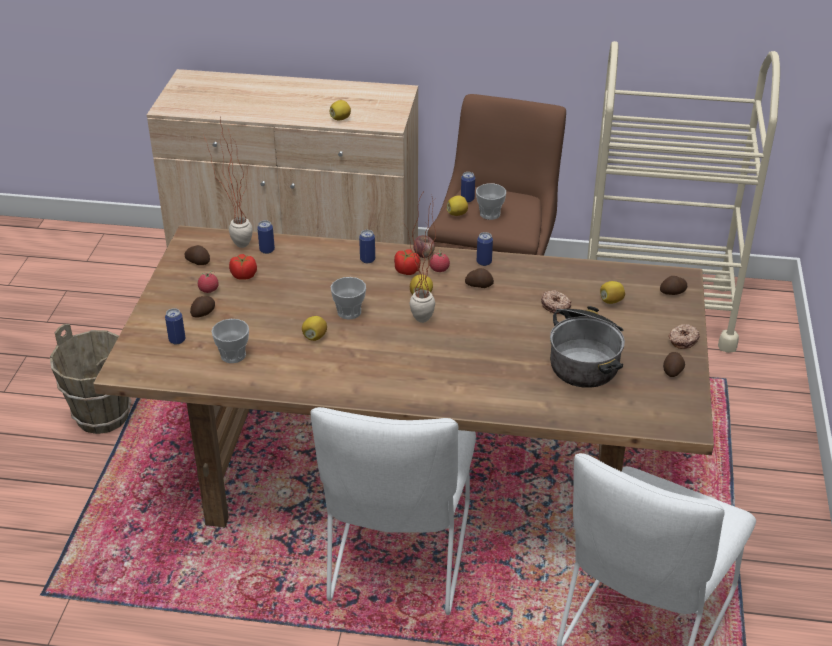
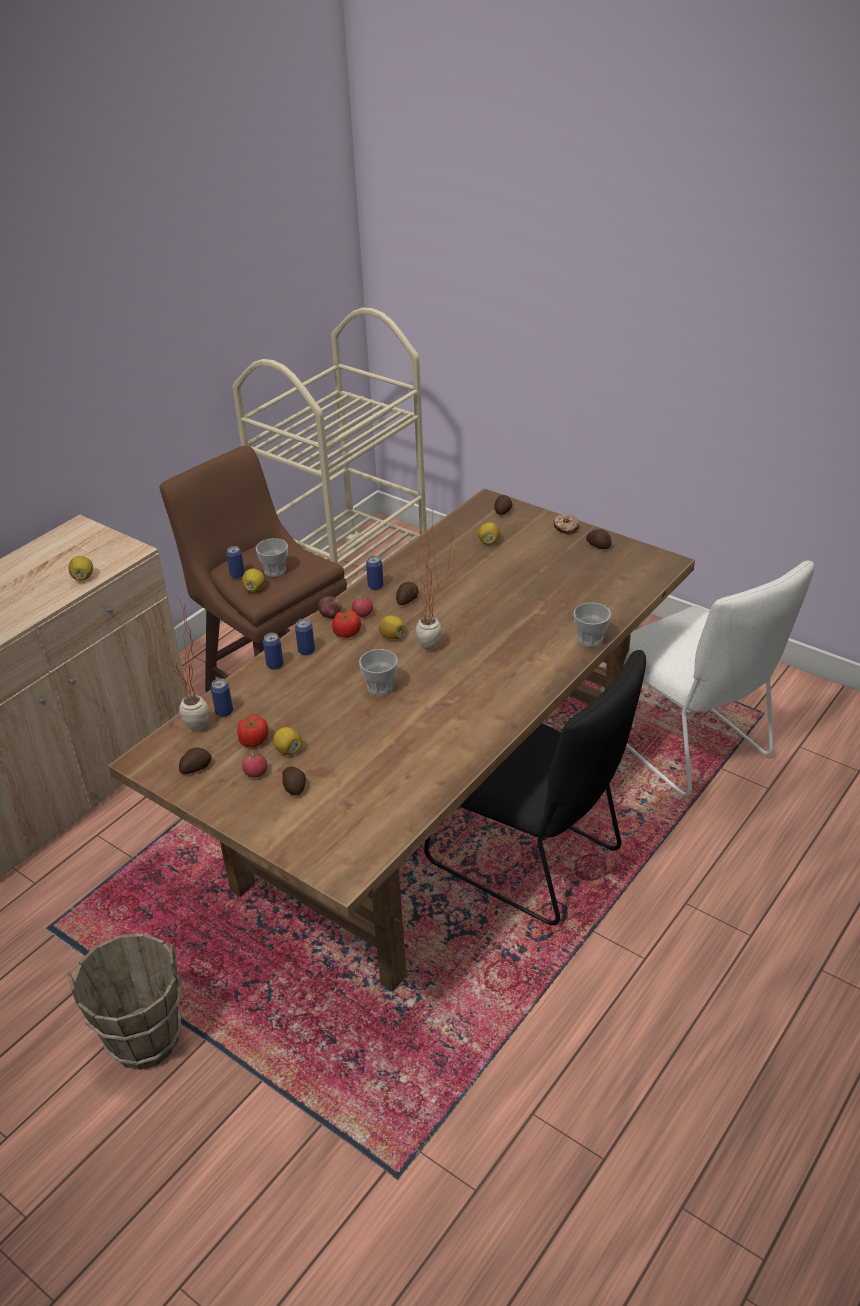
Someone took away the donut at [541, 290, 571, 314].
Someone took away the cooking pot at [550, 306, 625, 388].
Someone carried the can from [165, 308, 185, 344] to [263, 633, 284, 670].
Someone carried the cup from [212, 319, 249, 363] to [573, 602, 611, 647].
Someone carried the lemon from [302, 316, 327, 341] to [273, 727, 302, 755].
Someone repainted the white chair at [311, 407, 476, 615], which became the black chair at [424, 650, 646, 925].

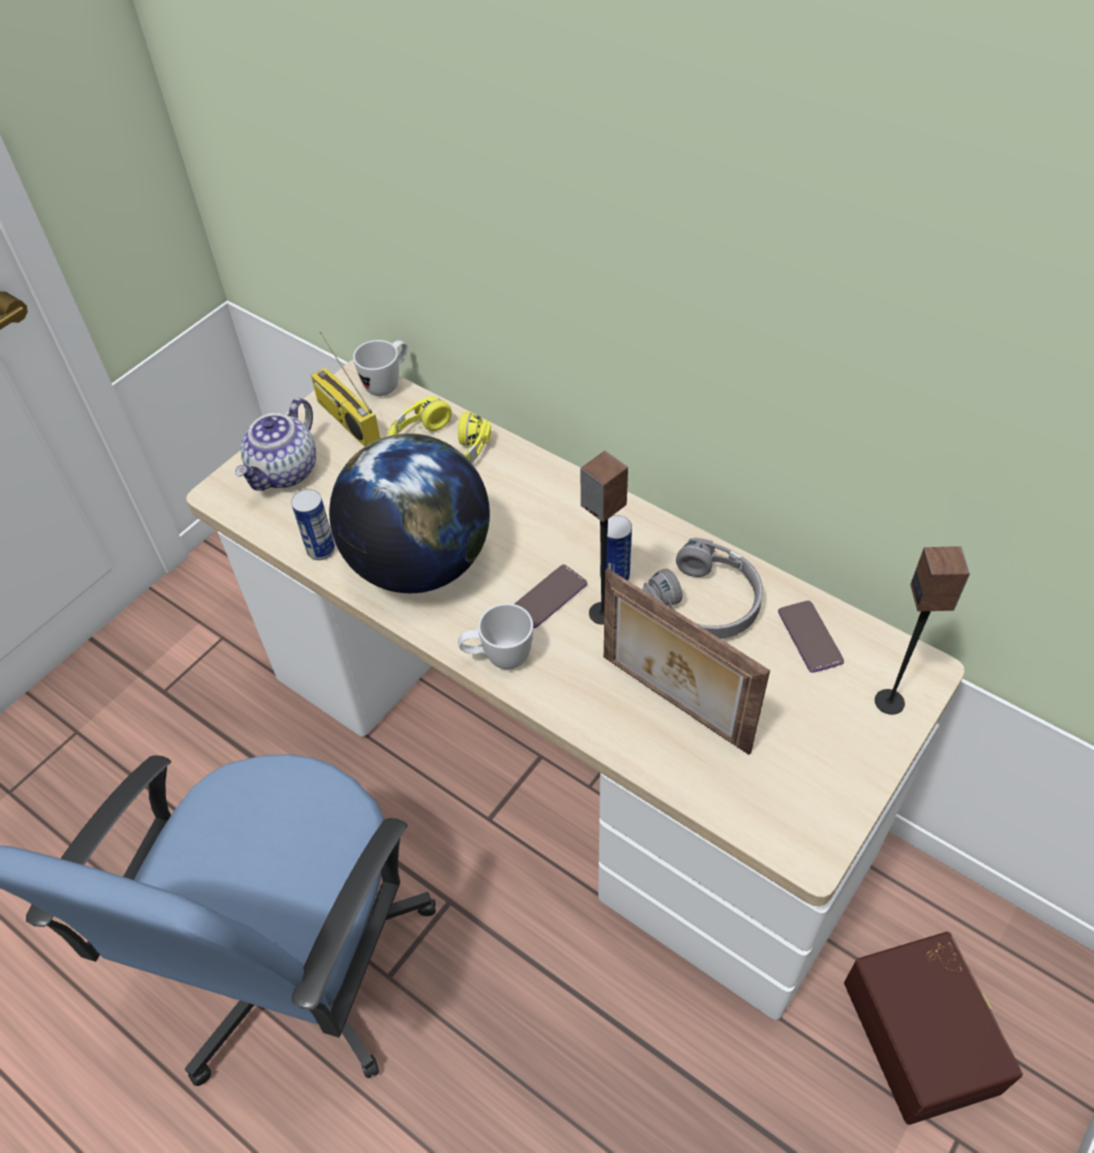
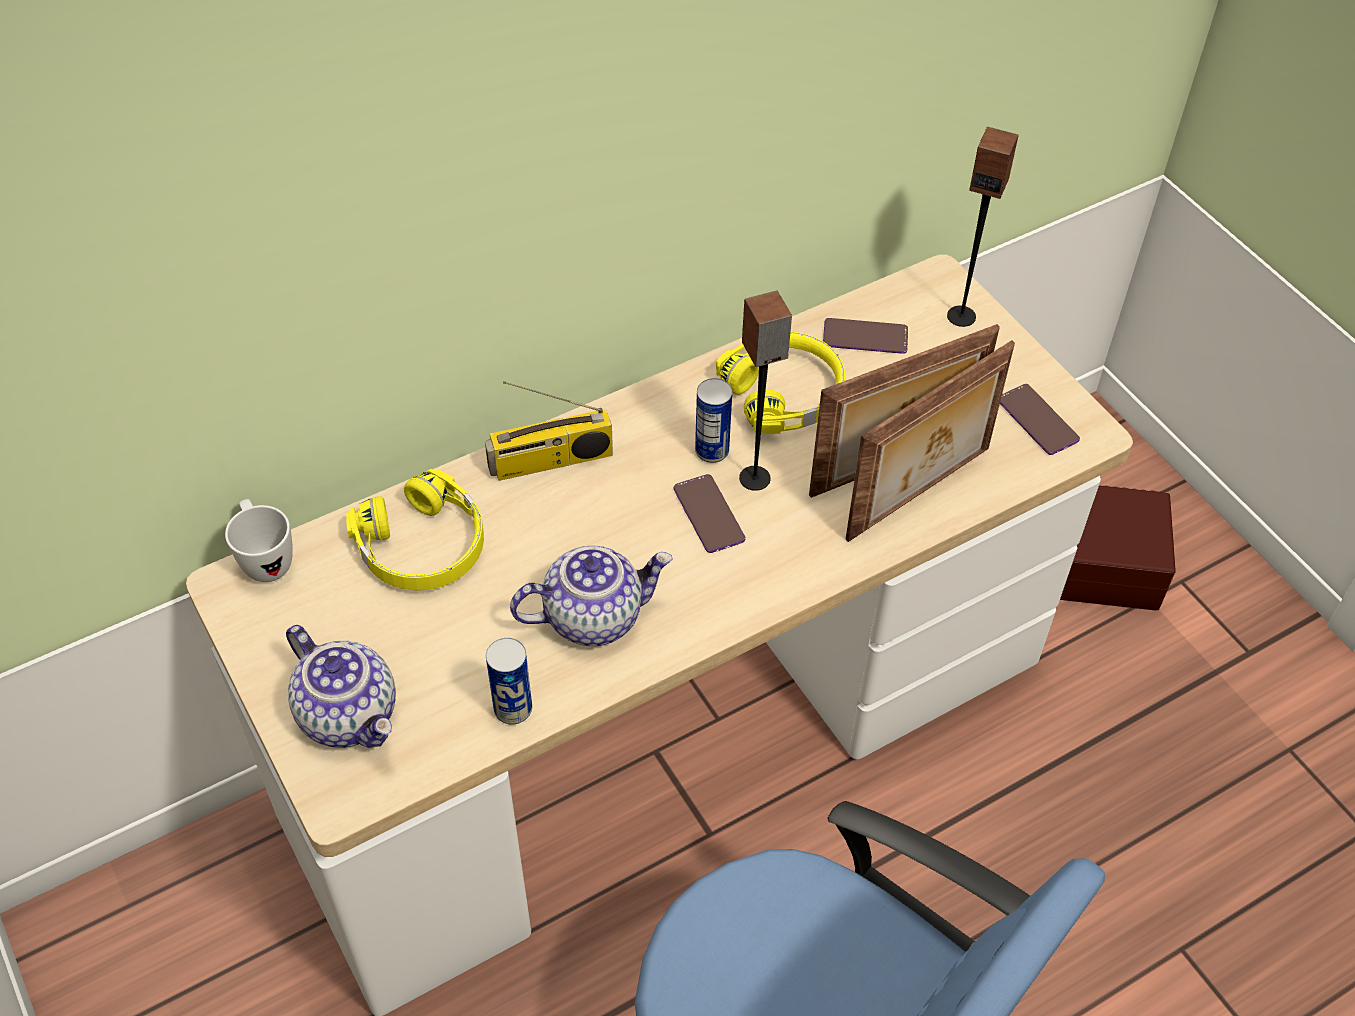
Someone took away the white mug at [458, 603, 533, 669].
Someone put down the picture frame at [845, 340, 1015, 542].
Someone put down the phone at [1000, 384, 1080, 455].
Someone carried the radio from [311, 332, 381, 447] to [485, 381, 613, 481].
Someone swapped the globe at [329, 433, 490, 593] for the teapot at [510, 546, 673, 646].
Someone repainted the grey headphones at [642, 538, 763, 639], which became the yellow headphones at [716, 332, 845, 434].

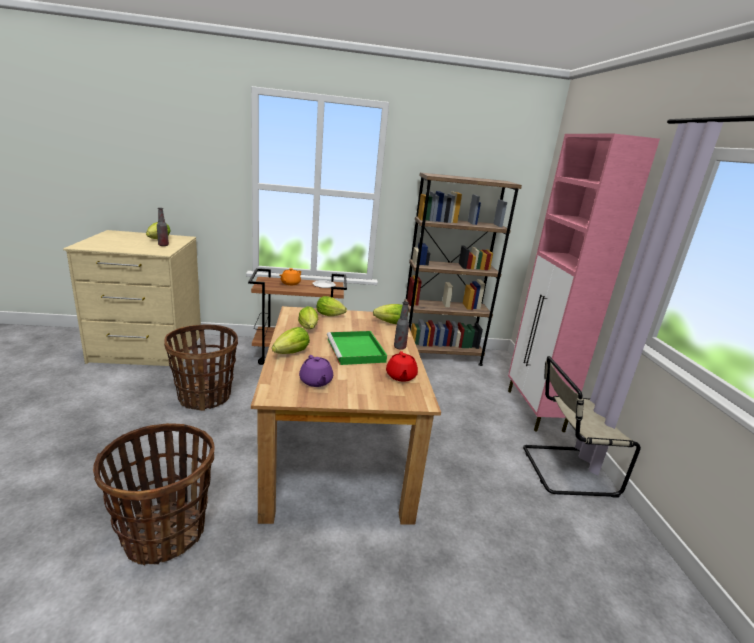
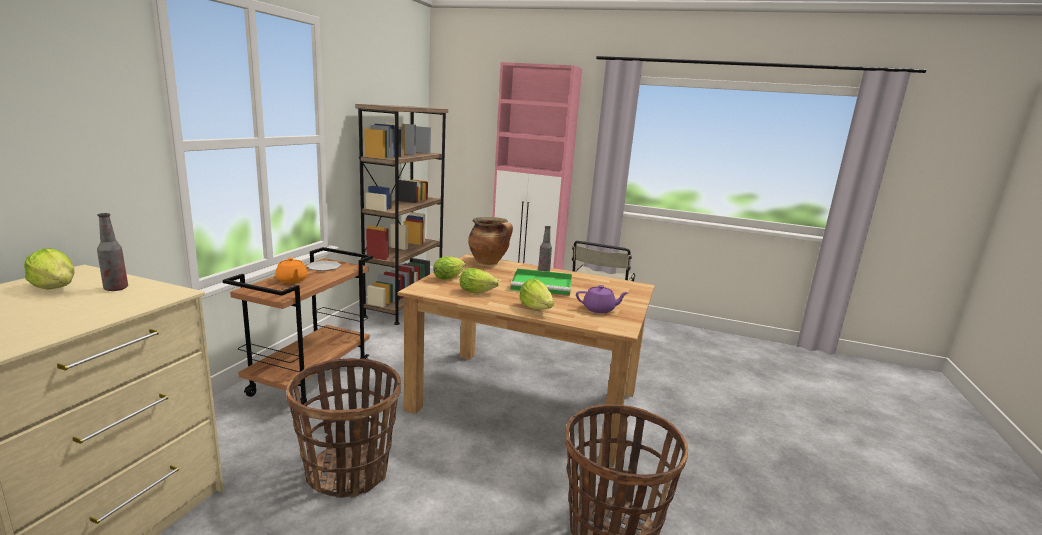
Someone took away the red teapot at [386, 351, 418, 382].
Someone swapped the lettuce at [373, 304, 403, 324] for the cooking pot at [468, 217, 513, 265].

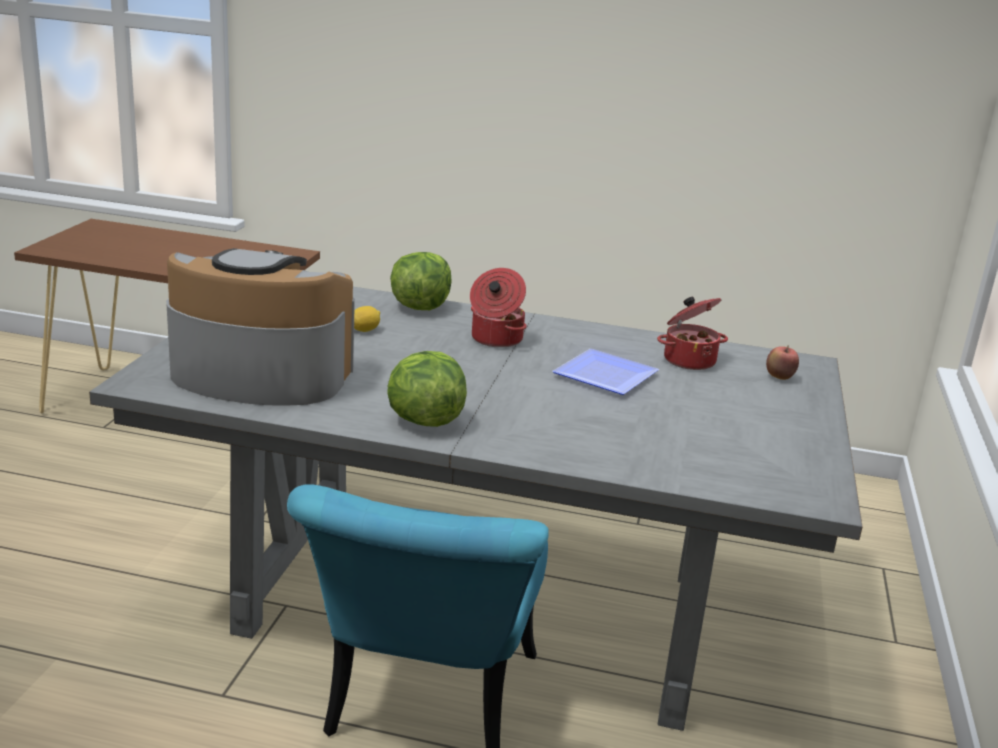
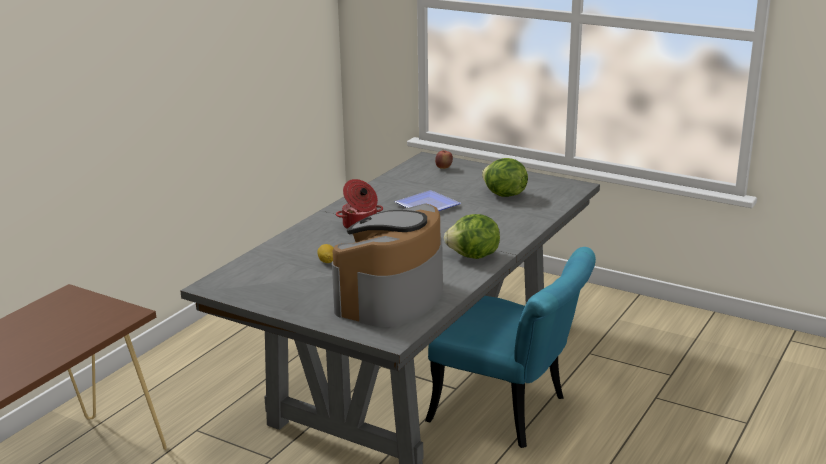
Someone took away the cooking pot at [657, 297, 728, 370].
Someone carried the lettuce from [390, 252, 451, 310] to [482, 158, 528, 197].

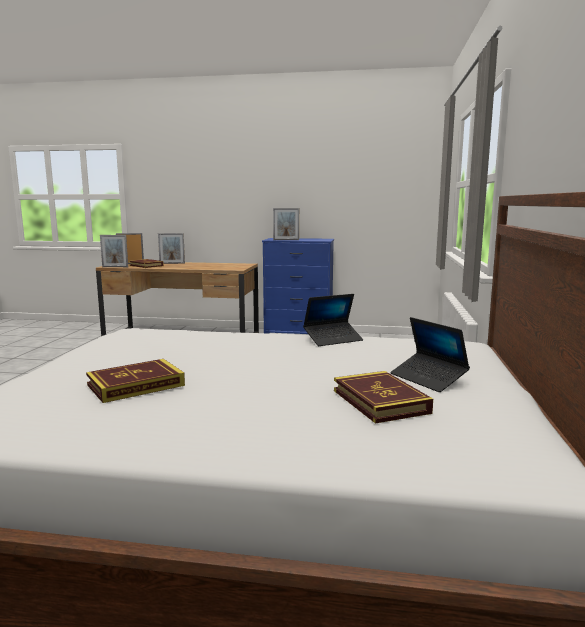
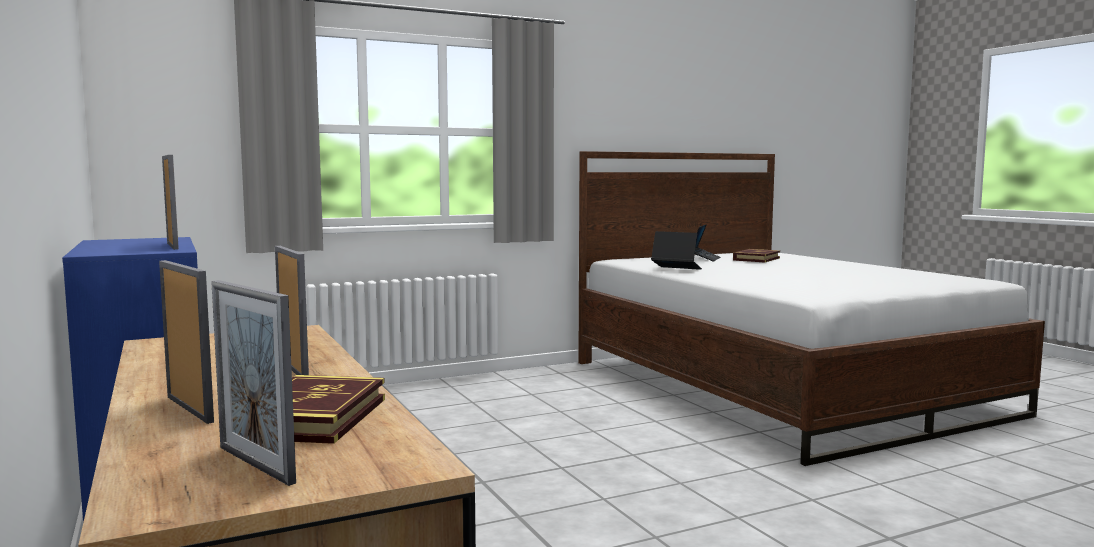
Someone took away the book at [86, 359, 185, 403].
Someone carried the picture frame from [100, 235, 128, 267] to [275, 246, 309, 375].

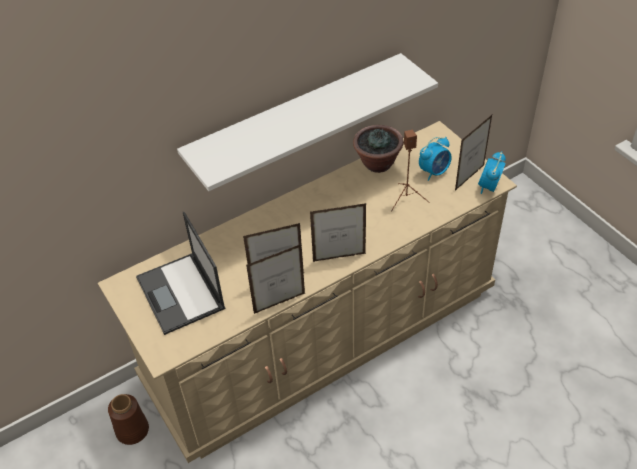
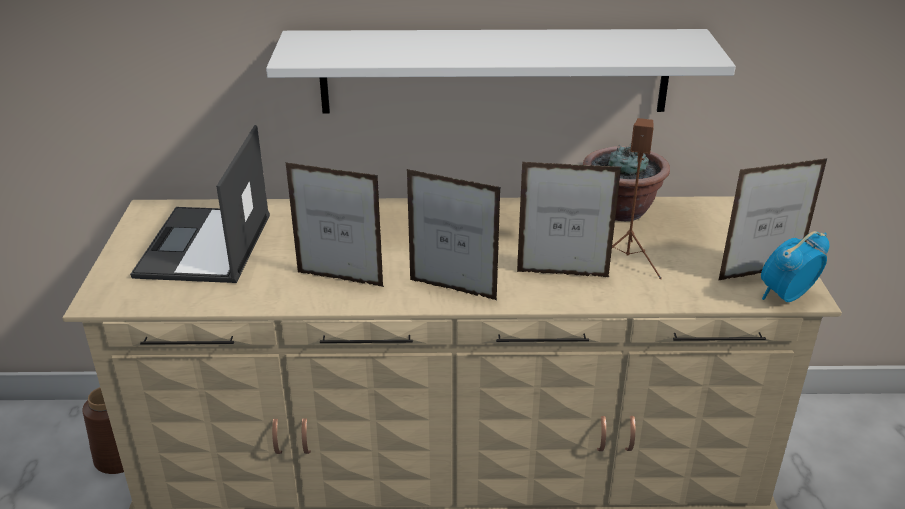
Someone took away the alarm clock at [419, 137, 452, 181].
Someone carried the picture frame from [246, 244, 305, 314] to [517, 162, 622, 277].

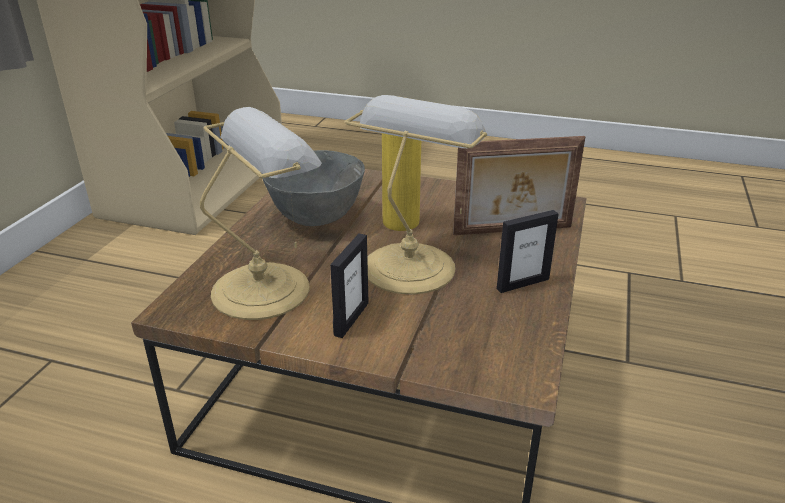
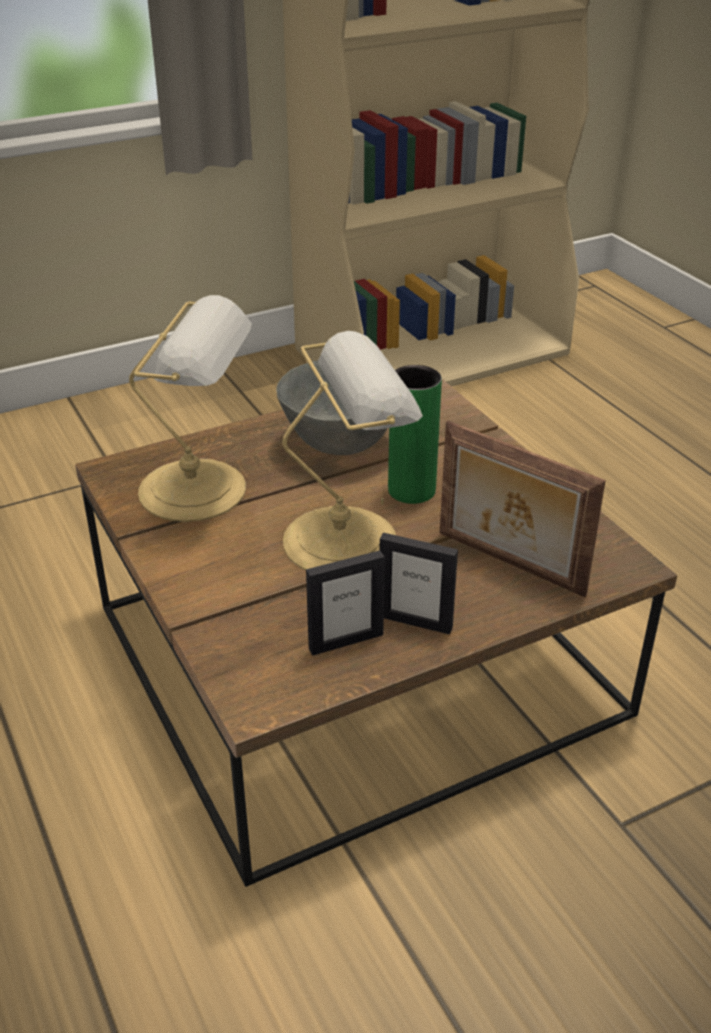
Someone carried the picture frame from [330, 233, 369, 338] to [306, 550, 385, 656].
Someone repainted the yellow vase at [382, 133, 421, 231], which became the green vase at [388, 365, 442, 504].

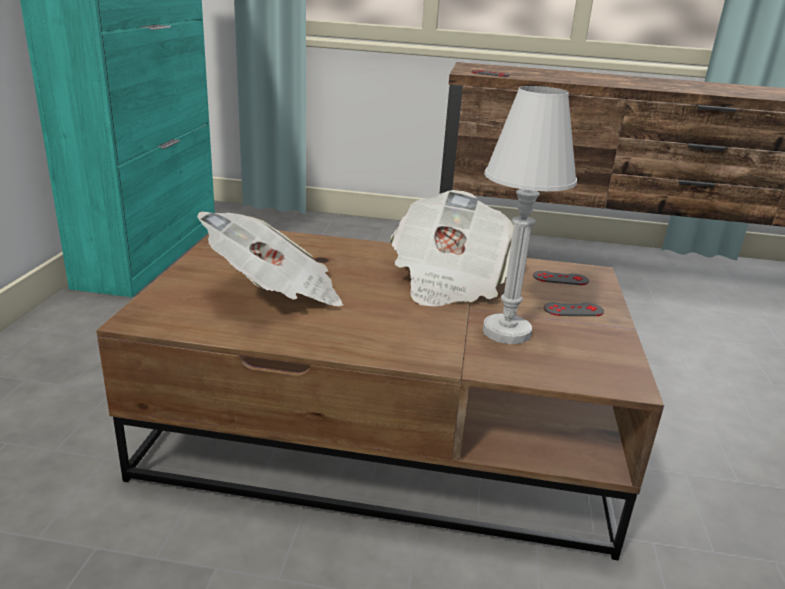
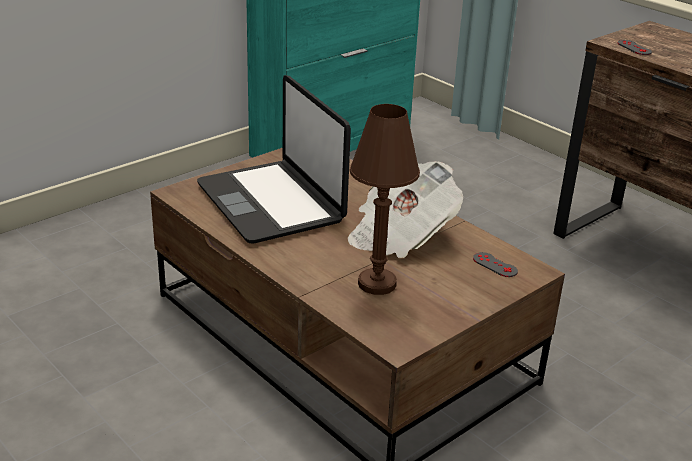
Someone took away the grey game controller at [544, 302, 604, 316].
Someone swapped the newspaper at [197, 212, 343, 306] for the laptop at [197, 75, 351, 244].
Someone repainted the white table lamp at [483, 86, 577, 344], which became the brown table lamp at [350, 104, 420, 295].

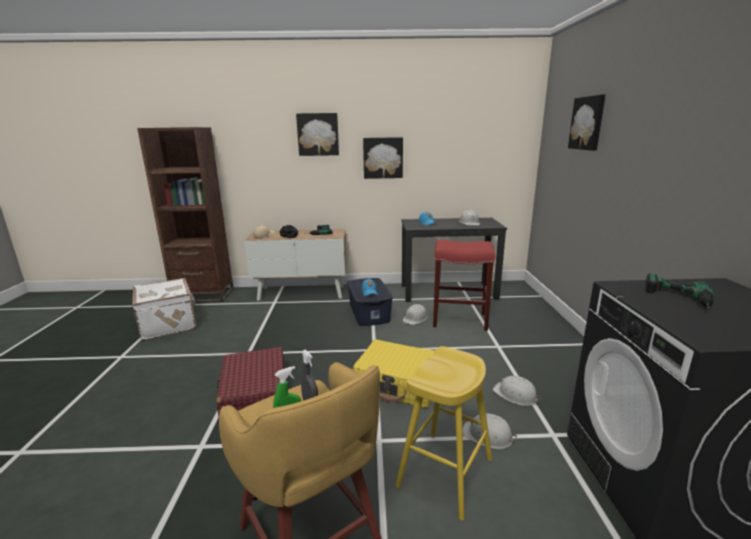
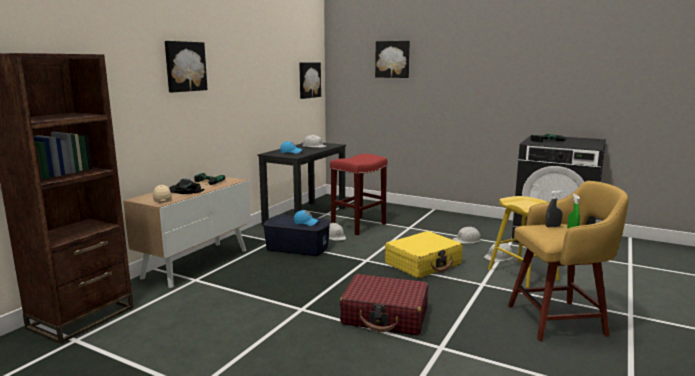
Someone took away the white suitcase at [132, 278, 196, 340].
Someone carried the picture from [363, 137, 403, 179] to [299, 63, 321, 99].

